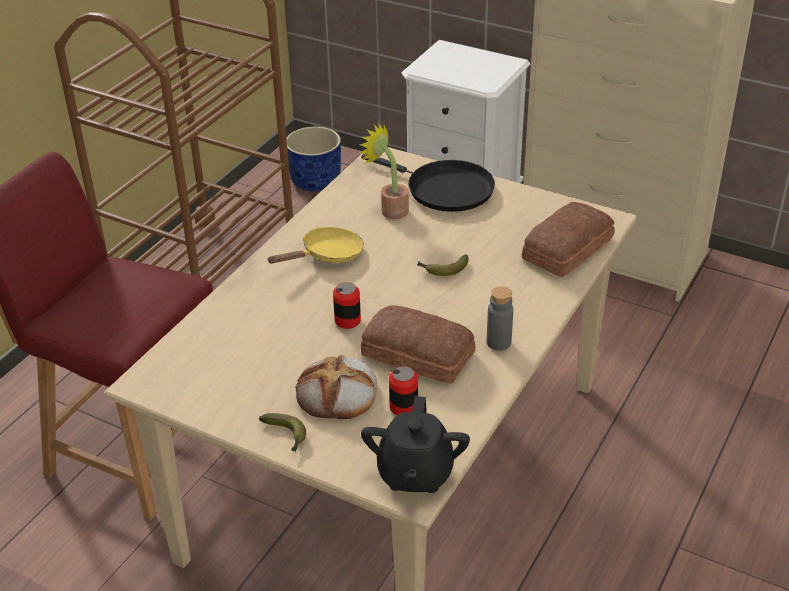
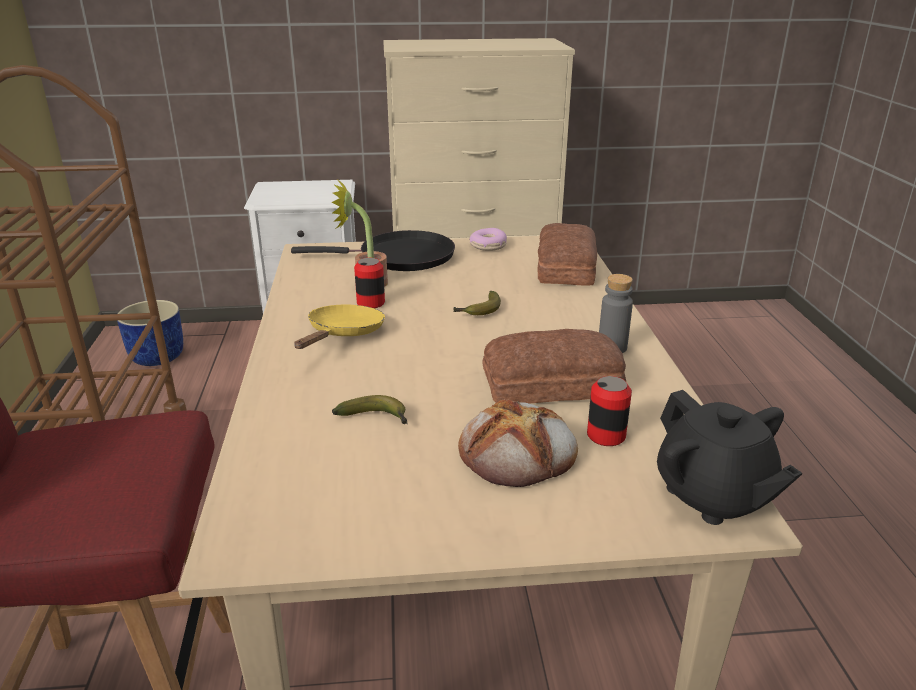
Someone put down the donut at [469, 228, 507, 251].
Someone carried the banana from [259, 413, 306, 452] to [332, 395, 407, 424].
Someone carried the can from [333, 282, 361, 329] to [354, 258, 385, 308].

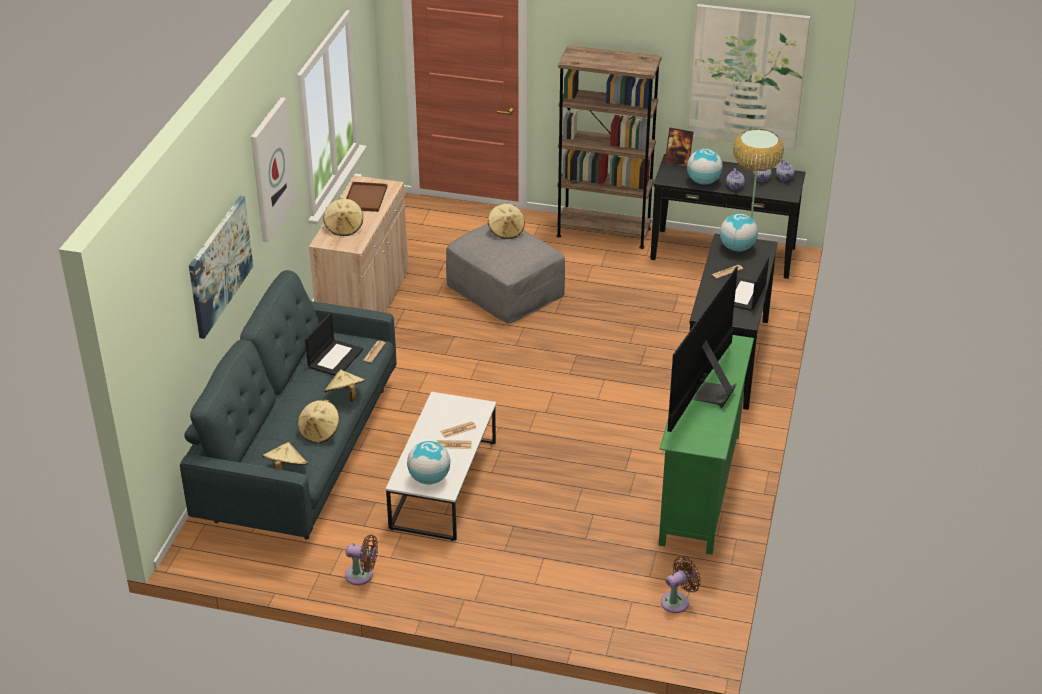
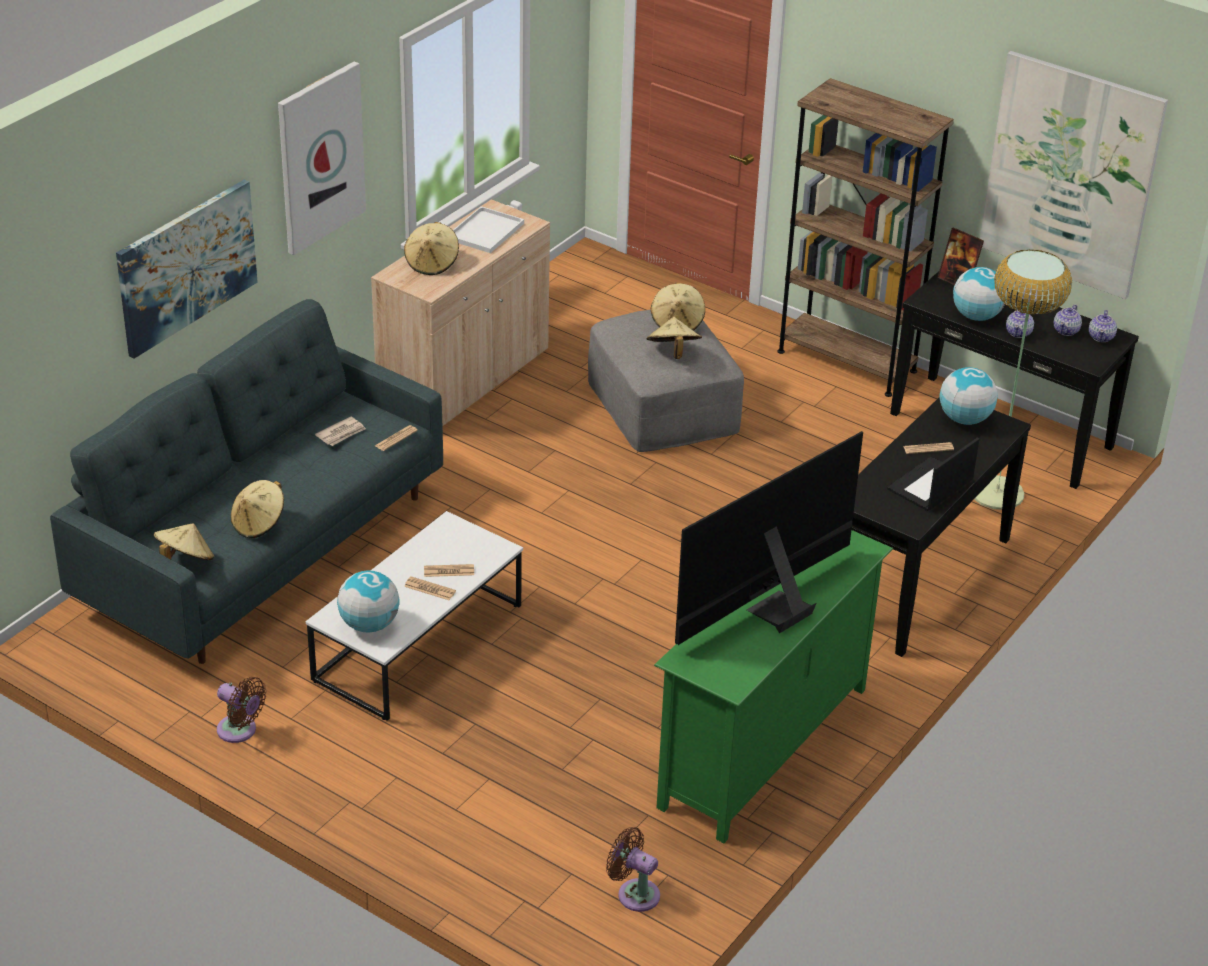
Someone carried the beige hat from [324, 370, 365, 402] to [646, 317, 702, 359].
Someone swapped the laptop at [305, 313, 363, 376] for the newspaper at [315, 417, 366, 446].
Someone repainted the brown tray at [346, 182, 387, 212], which became the white tray at [453, 206, 524, 253].
Someone rotated the brown fan at [661, 556, 701, 613] by 135 degrees counterclockwise.

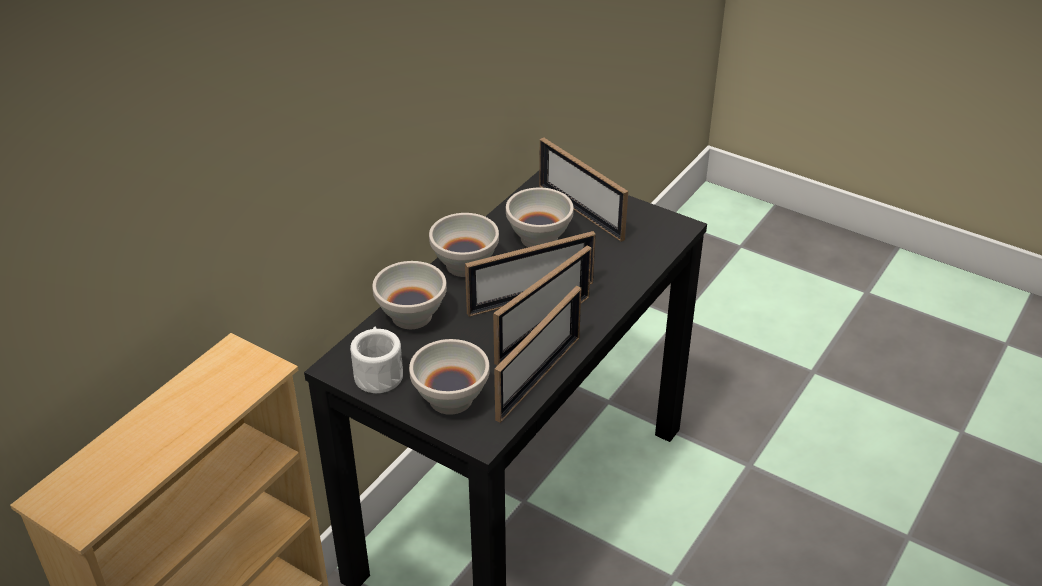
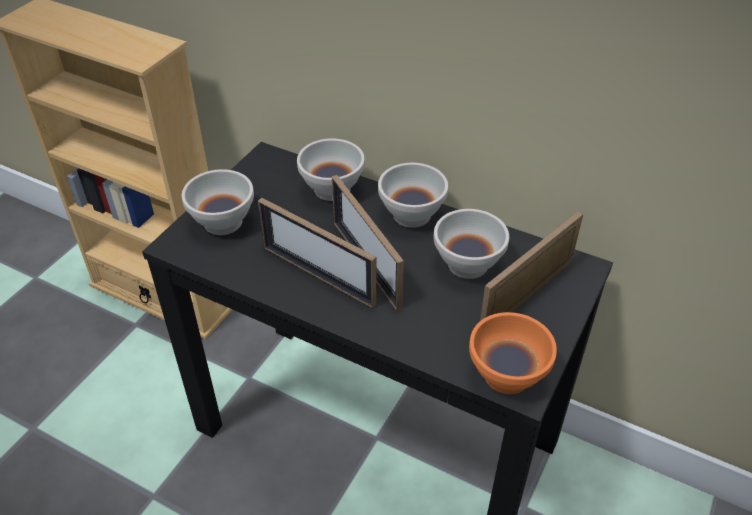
Someone took away the white mug at [350, 327, 403, 393].
Someone took away the picture frame at [494, 286, 582, 423].
Someone put down the orange bowl at [469, 312, 557, 394].

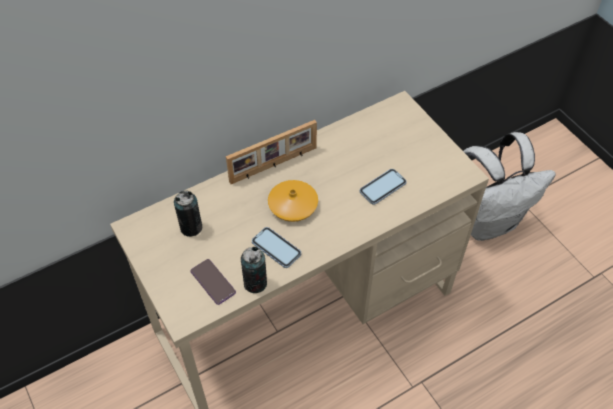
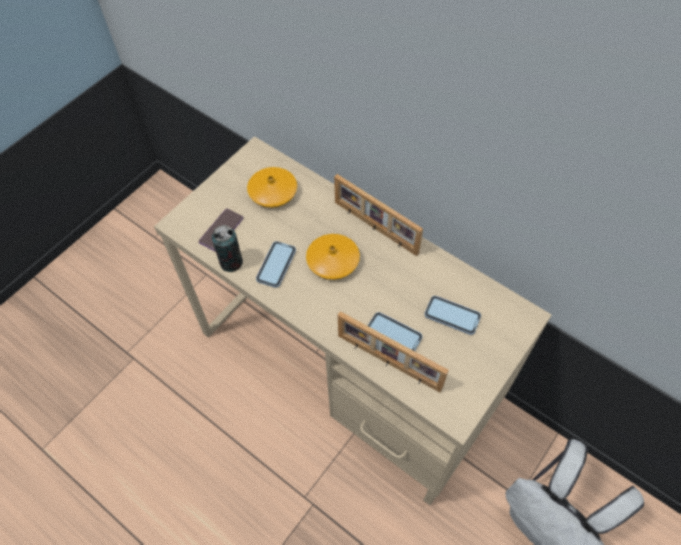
Someone put down the picture frame at [338, 311, 449, 392].
Someone put down the phone at [424, 296, 481, 335].
Someone swapped the can at [174, 191, 202, 237] for the orange vase at [247, 167, 297, 208].

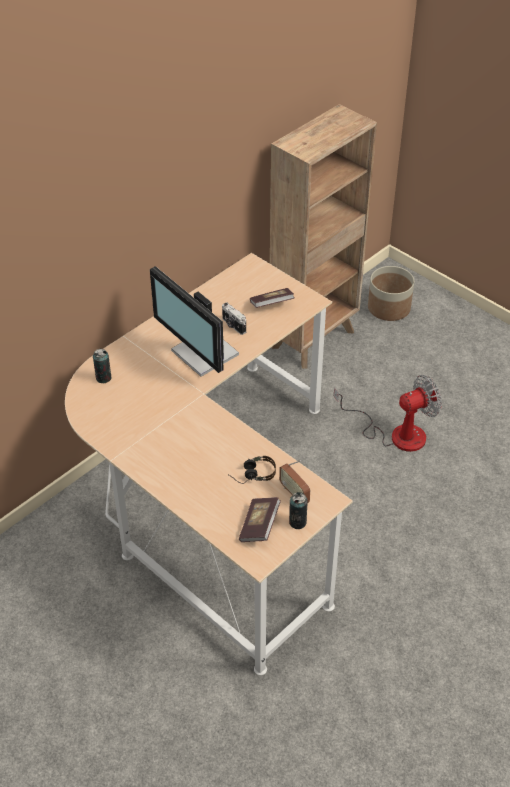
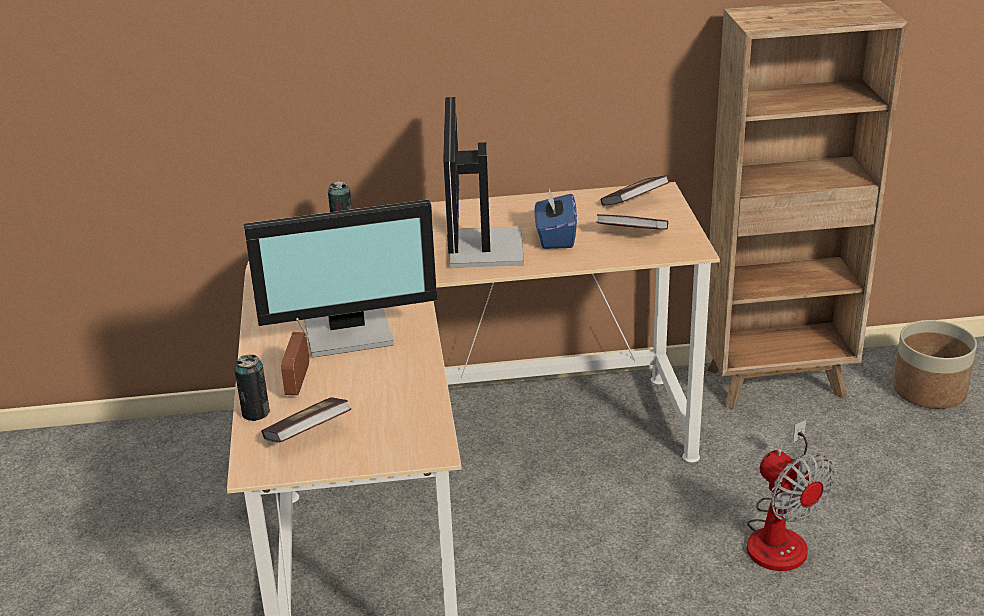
Someone took away the headphones at [229, 456, 276, 484].
Someone put down the monitor at [244, 200, 437, 358].
Someone put down the book at [601, 175, 670, 206].
Someone carried the radio from [279, 460, 310, 503] to [281, 318, 309, 396].
Someone carried the can from [289, 492, 308, 529] to [234, 355, 270, 421].
Someone swapped the photo camera at [222, 303, 246, 335] for the blue tissue box at [535, 188, 577, 249].
Someone rotated the fan at [334, 375, 442, 452] by 45 degrees clockwise.

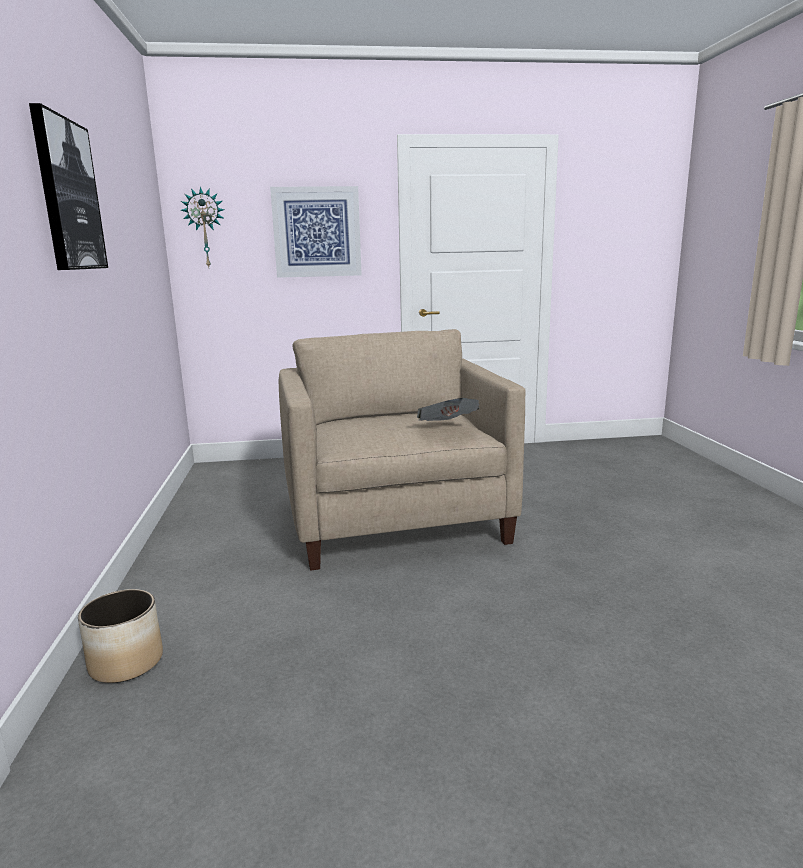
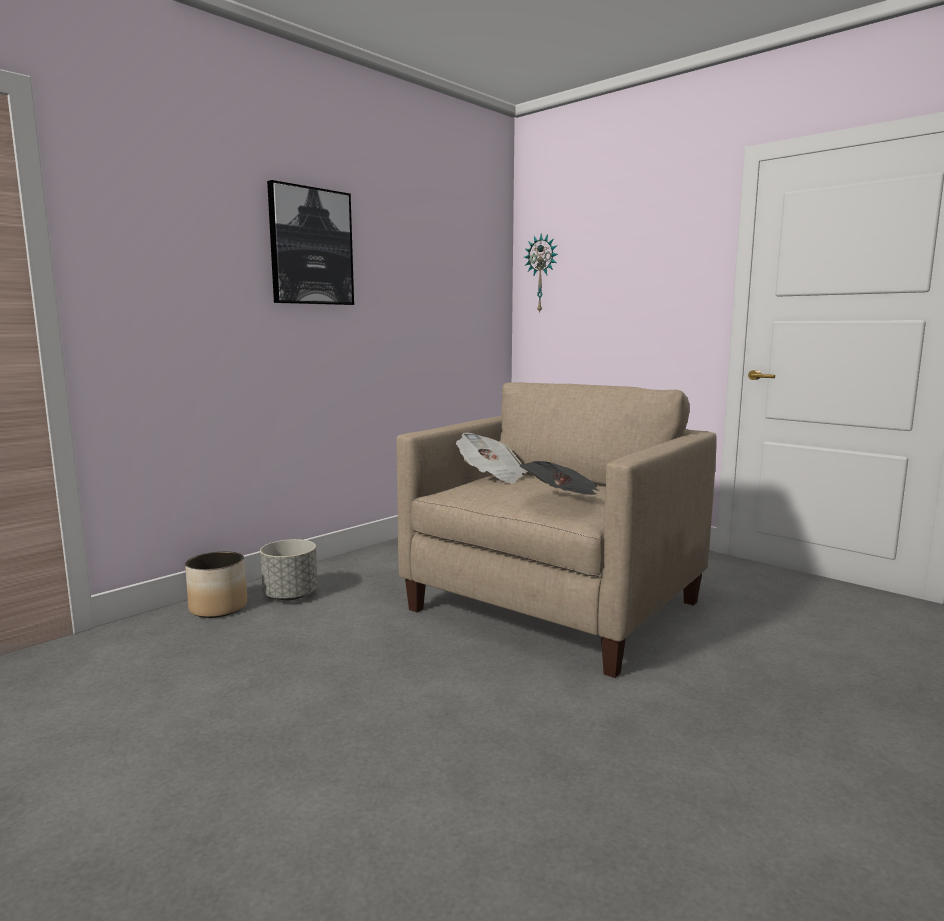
Someone took away the picture at [270, 186, 362, 278].
Someone put down the grey planter at [260, 539, 318, 600].
Someone put down the newspaper at [456, 433, 527, 484].

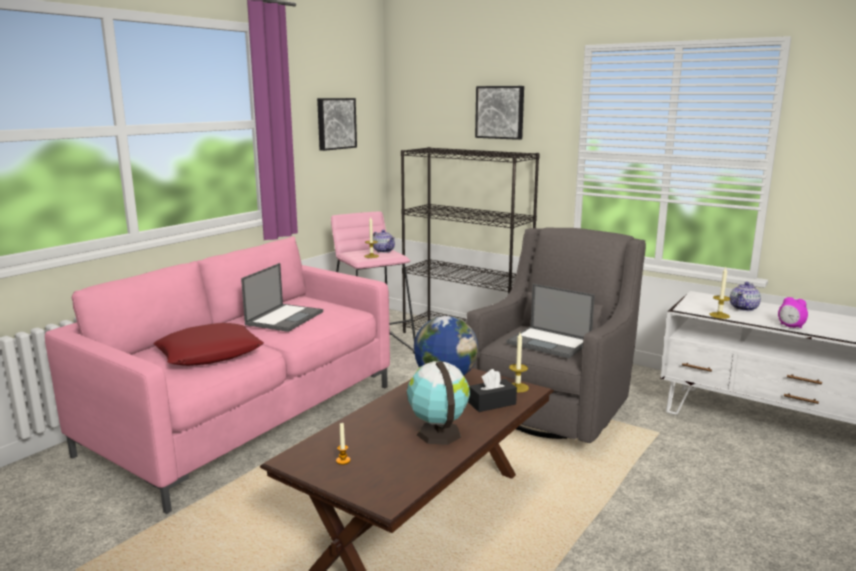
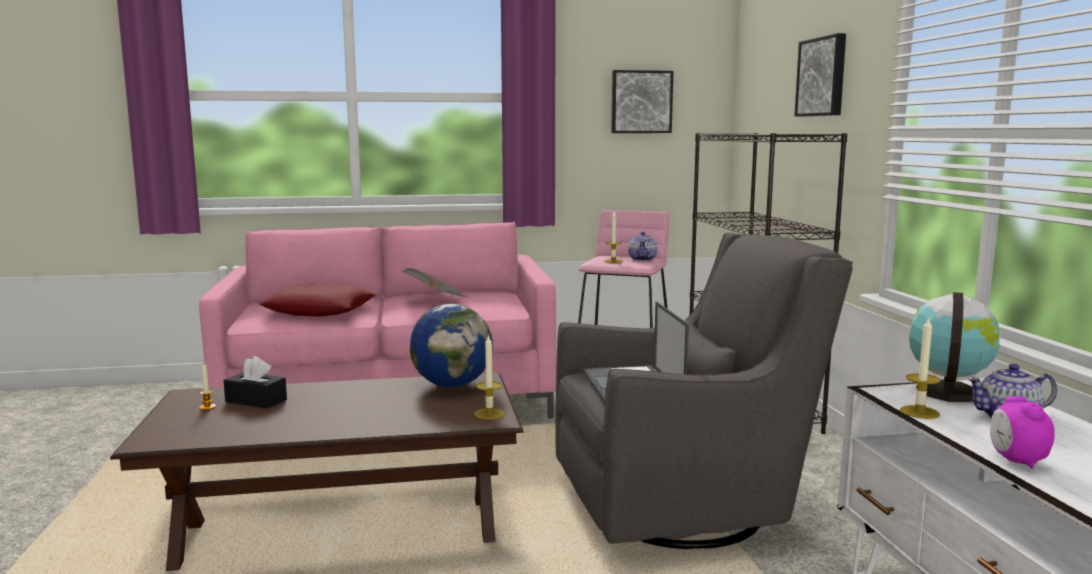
Someone carried the globe from [407, 361, 470, 445] to [909, 292, 999, 402].
Someone carried the black tissue box from [468, 369, 517, 412] to [223, 356, 287, 408].
Someone swapped the laptop at [241, 263, 323, 332] for the newspaper at [402, 268, 469, 297].

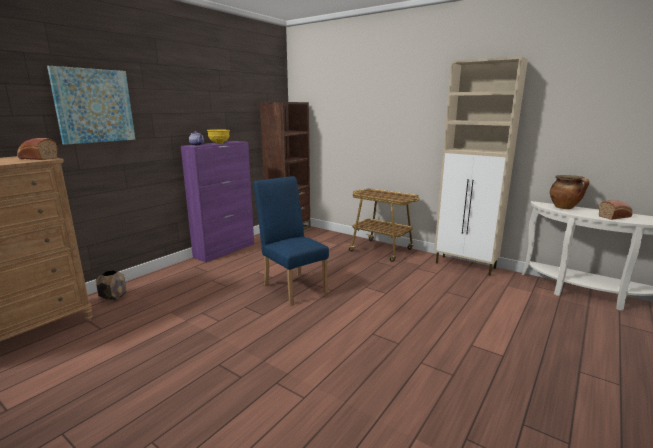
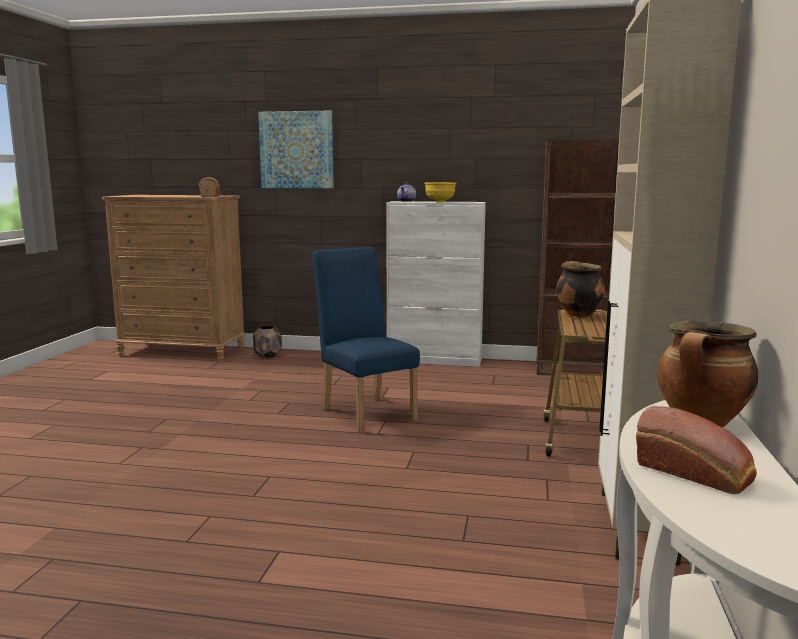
Someone put down the cooking pot at [556, 261, 605, 318].
Someone repainted the purple cabinet at [181, 141, 254, 262], which became the white cabinet at [386, 201, 486, 367].
Someone rotated the blue chair at [253, 176, 329, 305] by 60 degrees counterclockwise.

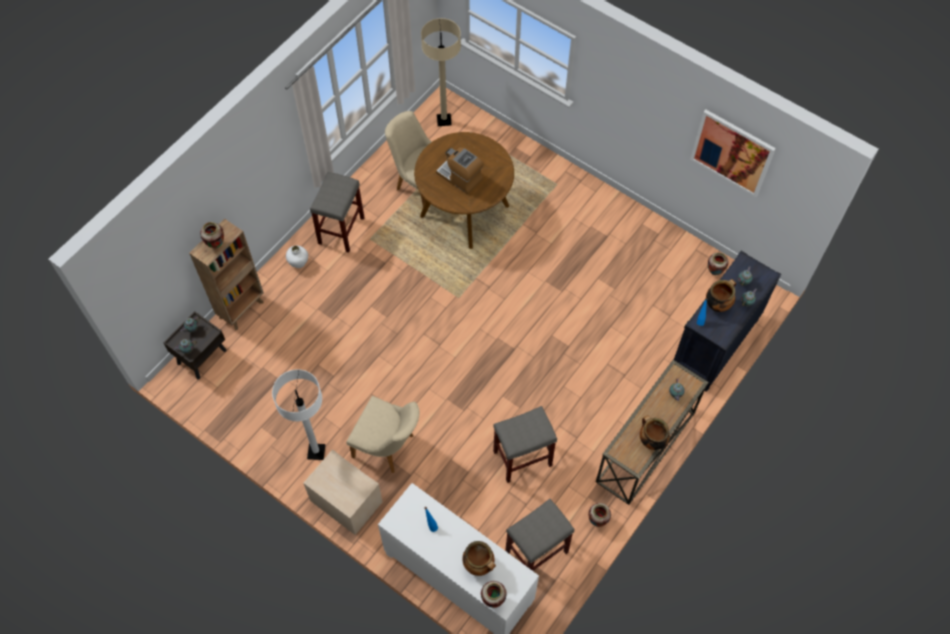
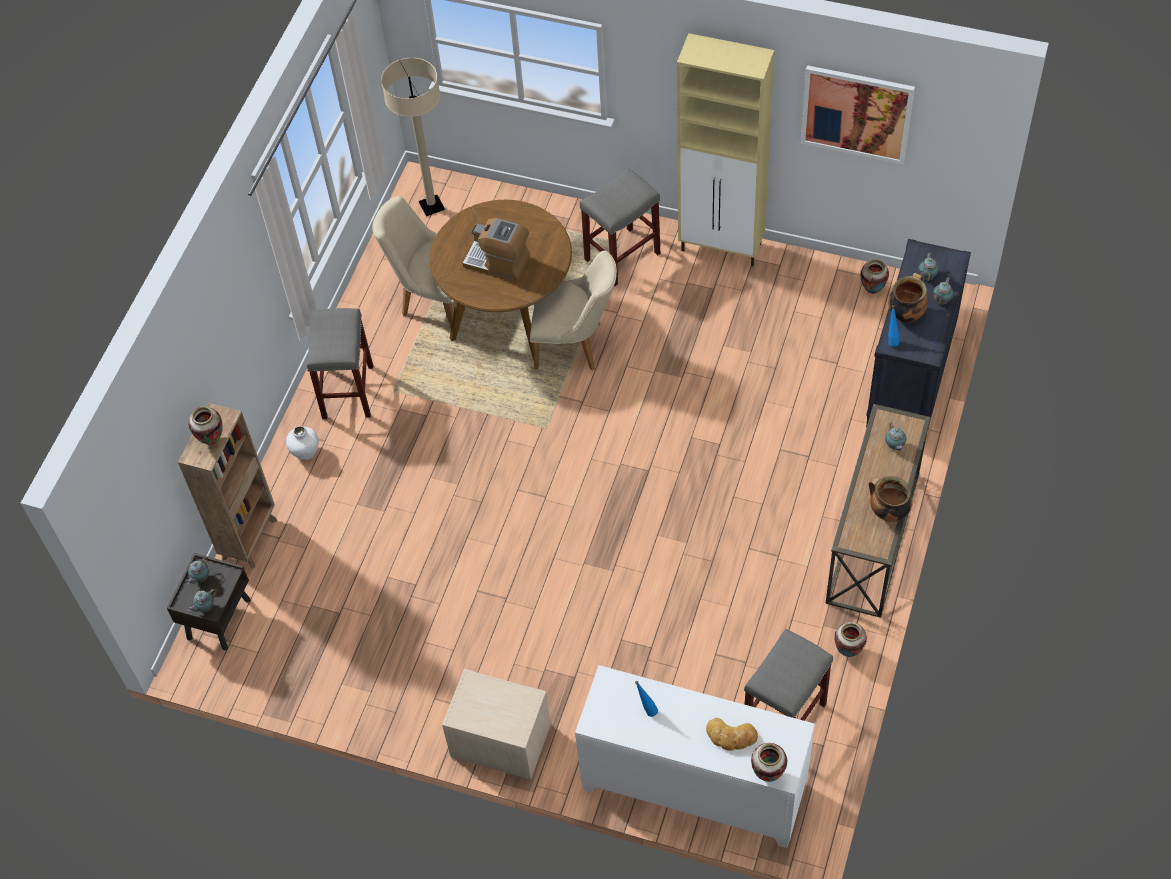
Someone took away the white floor lamp at [272, 369, 325, 460].
Someone put down the beige cabinet at [677, 33, 774, 267].
Someone carried the beige chair from [346, 396, 419, 473] to [530, 250, 617, 371].
Someone carried the grey stool from [493, 406, 557, 483] to [580, 168, 660, 286].
Someone swapped the cooking pot at [462, 541, 496, 576] for the bread at [706, 718, 758, 751].

